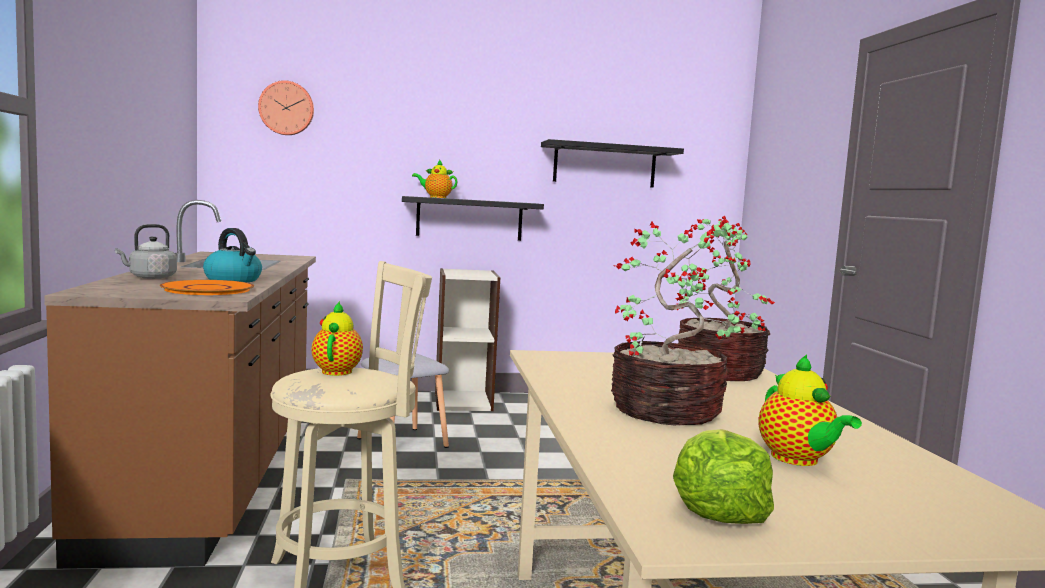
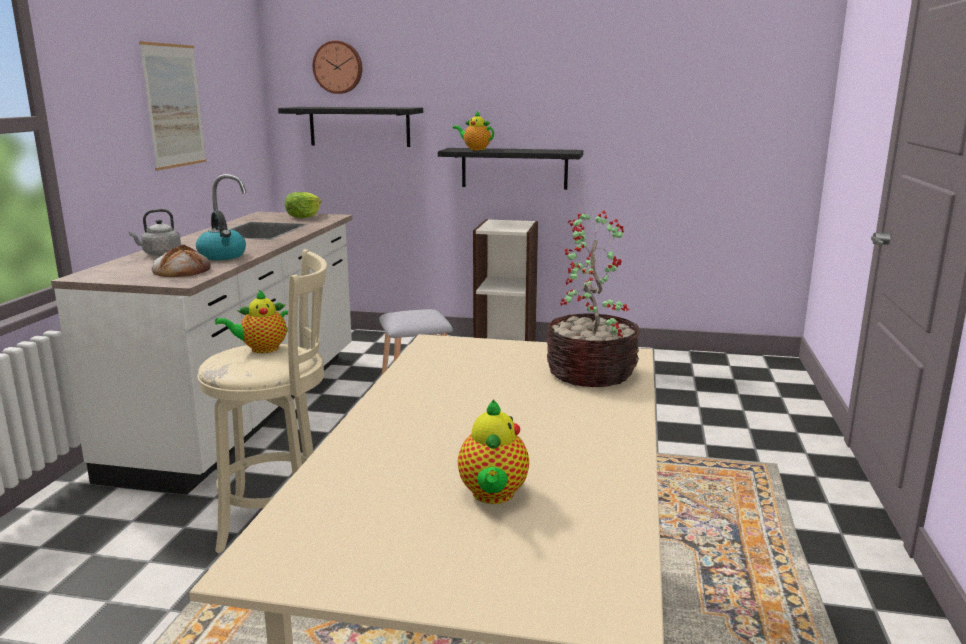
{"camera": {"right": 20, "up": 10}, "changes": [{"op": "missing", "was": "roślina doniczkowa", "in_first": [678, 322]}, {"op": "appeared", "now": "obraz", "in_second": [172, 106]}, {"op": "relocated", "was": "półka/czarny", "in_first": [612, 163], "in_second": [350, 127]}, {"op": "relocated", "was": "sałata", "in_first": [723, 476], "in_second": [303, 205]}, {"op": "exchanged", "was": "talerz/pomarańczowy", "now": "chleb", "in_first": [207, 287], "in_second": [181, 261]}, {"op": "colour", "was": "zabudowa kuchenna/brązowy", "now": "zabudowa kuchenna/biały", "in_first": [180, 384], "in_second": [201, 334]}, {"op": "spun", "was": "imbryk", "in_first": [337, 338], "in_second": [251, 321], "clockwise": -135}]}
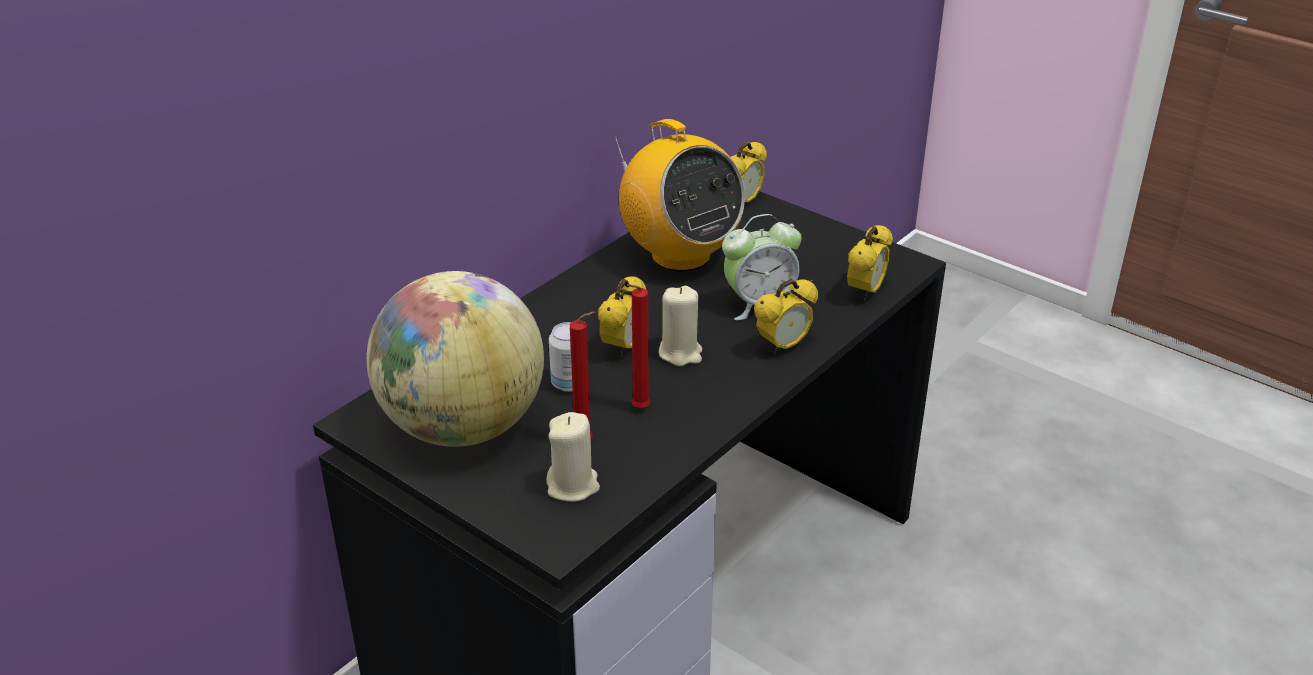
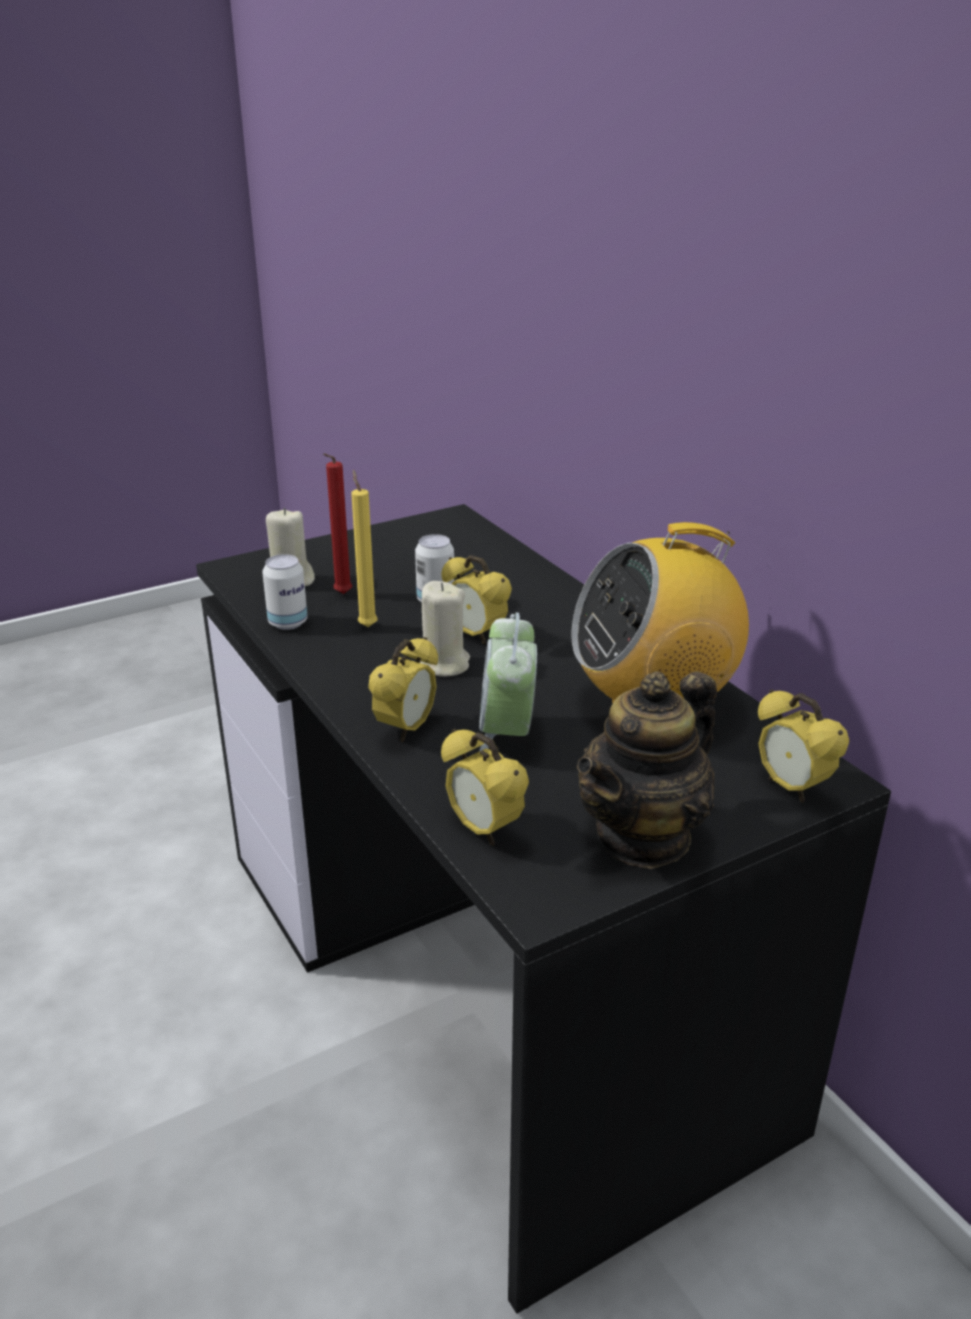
{"camera": {"right": 110, "up": -5}, "changes": [{"op": "missing", "was": "globus", "in_first": [455, 359]}, {"op": "appeared", "now": "puszka", "in_second": [285, 592]}, {"op": "appeared", "now": "imbryk", "in_second": [647, 770]}, {"op": "colour", "was": "świeca/czerwony", "now": "świeca/żółty", "in_first": [638, 346], "in_second": [364, 548]}, {"op": "spun", "was": "budzik", "in_first": [786, 317], "in_second": [403, 689], "clockwise": -135}]}
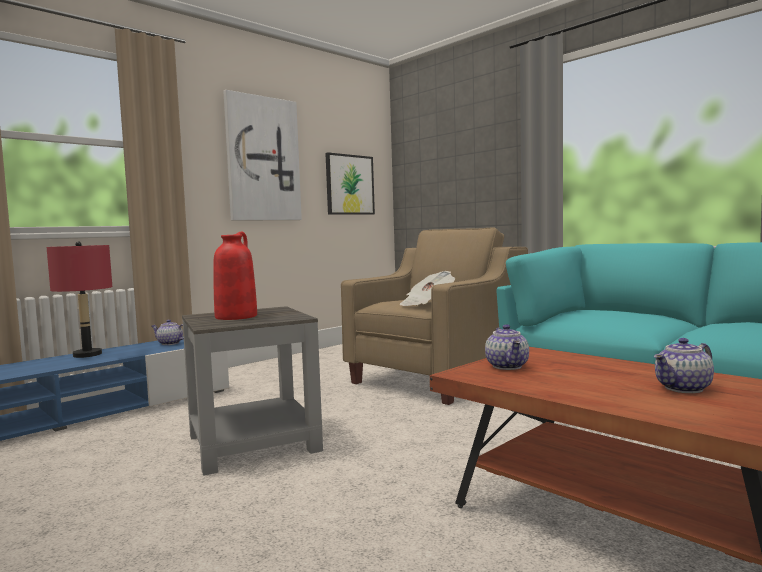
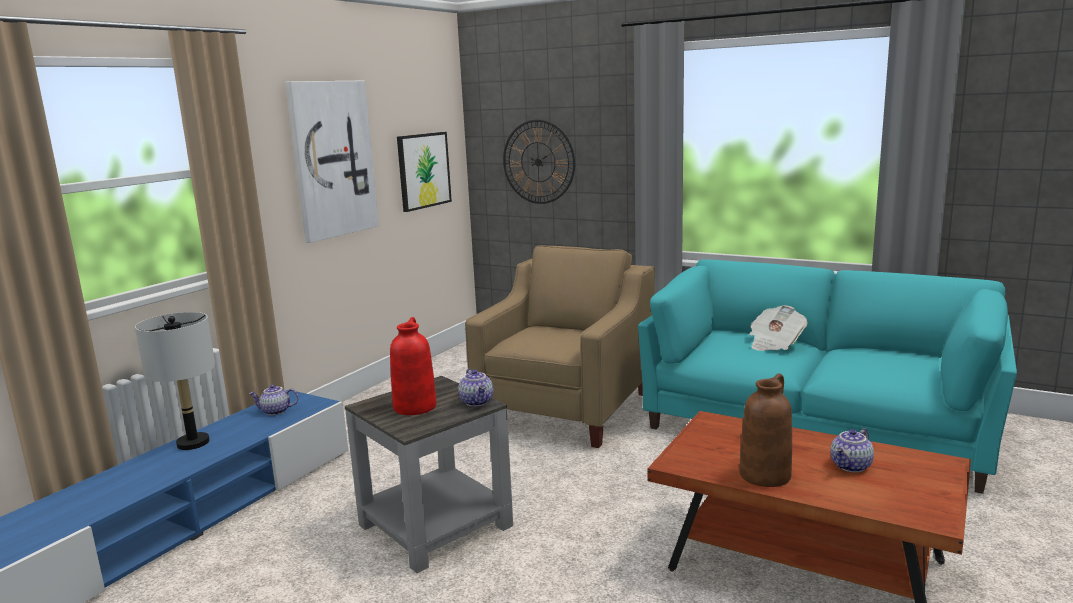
{"camera": {"right": -15, "up": 10}, "changes": [{"op": "appeared", "now": "zegar ścienny", "in_second": [539, 162]}, {"op": "appeared", "now": "wazon/brązowy", "in_second": [765, 430]}, {"op": "relocated", "was": "gazeta", "in_first": [427, 288], "in_second": [779, 328]}, {"op": "relocated", "was": "imbryk", "in_first": [507, 347], "in_second": [476, 388]}, {"op": "colour", "was": "lampa stołowa/czerwony", "now": "lampa stołowa/szary", "in_first": [79, 299], "in_second": [175, 381]}]}
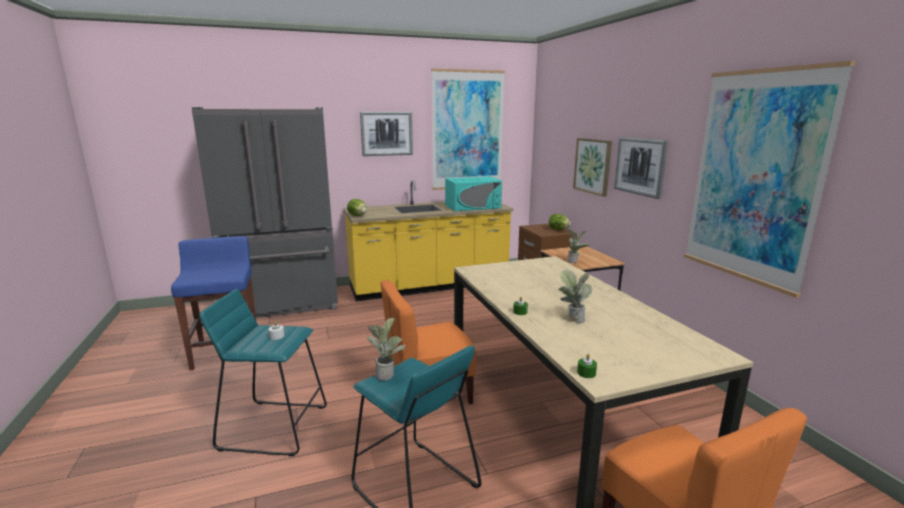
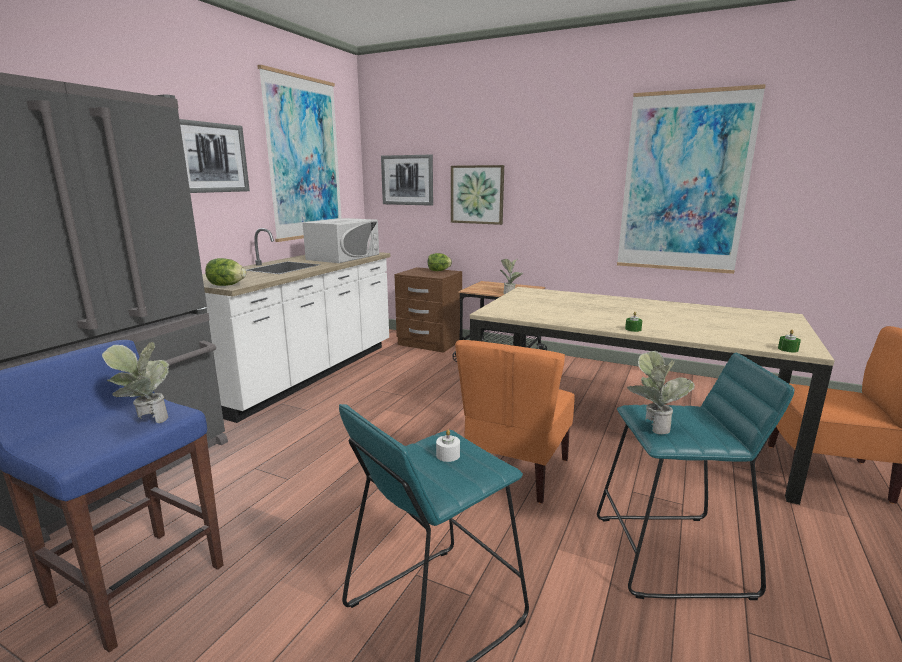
{"camera": {"right": -45, "up": 0}, "changes": [{"op": "relocated", "was": "roślina doniczkowa", "in_first": [575, 296], "in_second": [135, 382]}, {"op": "relocated", "was": "obraz", "in_first": [641, 168], "in_second": [407, 180]}, {"op": "colour", "was": "zabudowa kuchenna/żółty", "now": "zabudowa kuchenna/biały", "in_first": [428, 241], "in_second": [296, 325]}, {"op": "colour", "was": "mikrofalówka/turkusowy", "now": "mikrofalówka/biały", "in_first": [473, 194], "in_second": [341, 240]}]}
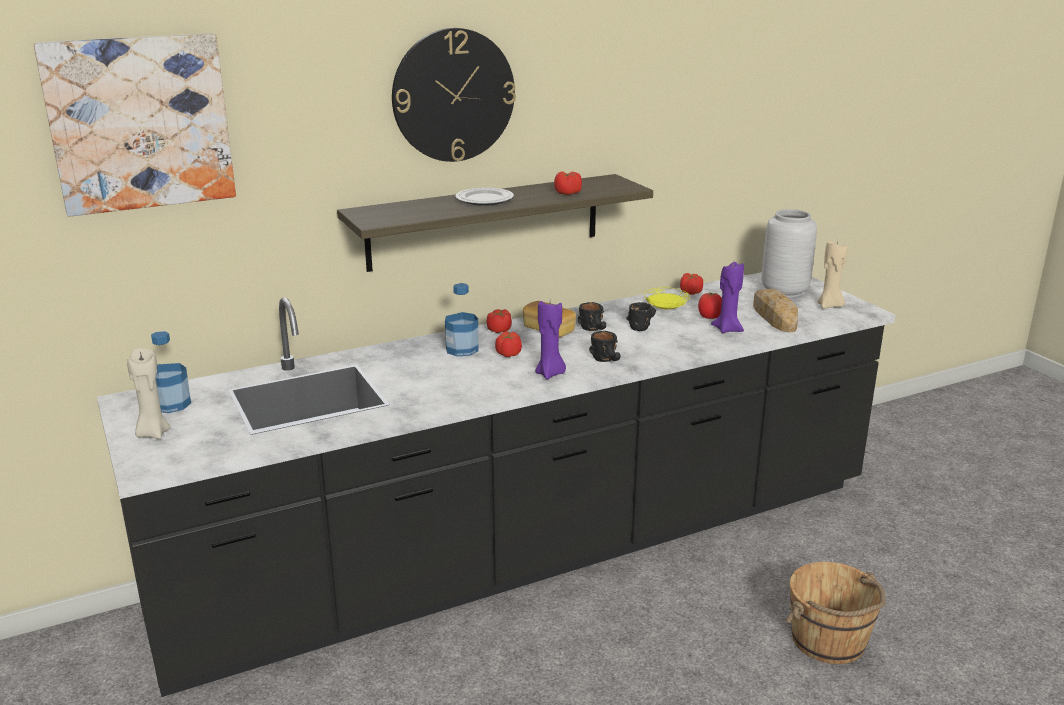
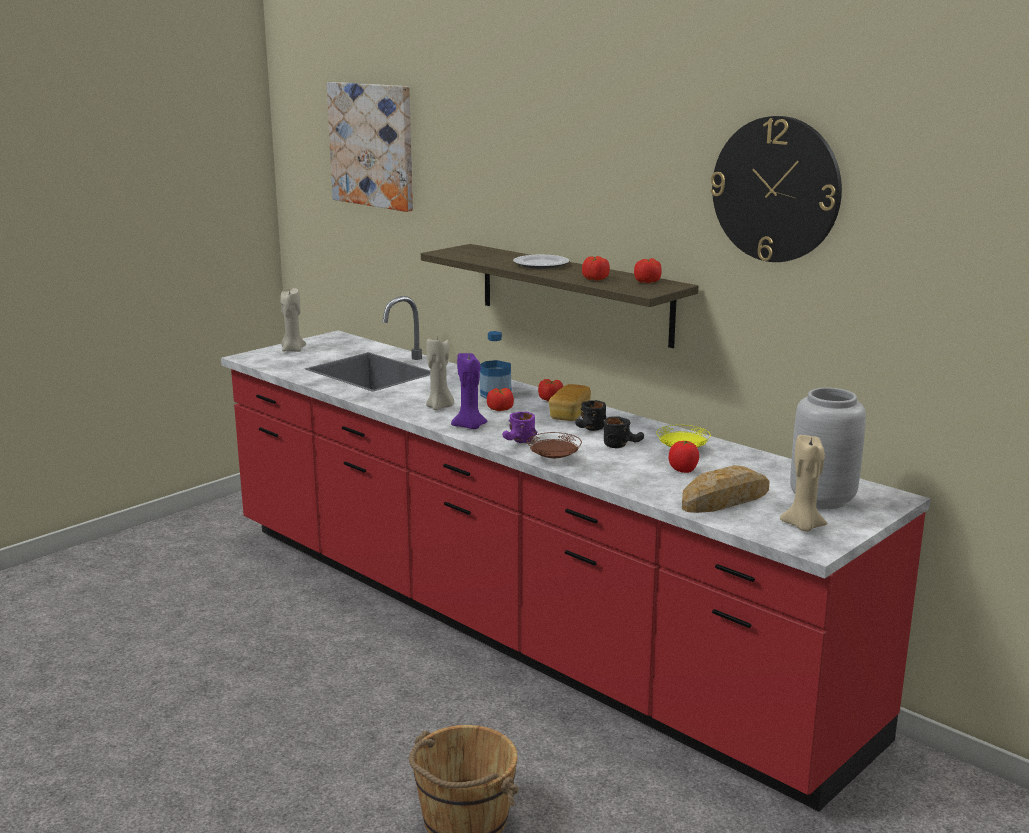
{"camera": {"right": 70, "up": -5}, "changes": [{"op": "missing", "was": "butelka", "in_first": [171, 372]}, {"op": "missing", "was": "świeca/fioletowy", "in_first": [727, 297]}, {"op": "appeared", "now": "świeca/beżowy", "in_second": [440, 372]}, {"op": "appeared", "now": "talerz/brązowy", "in_second": [554, 445]}, {"op": "relocated", "was": "zegar ścienny", "in_first": [454, 95], "in_second": [776, 189]}, {"op": "relocated", "was": "pomidor", "in_first": [691, 284], "in_second": [648, 270]}, {"op": "colour", "was": "zabudowa kuchenna/czarny", "now": "zabudowa kuchenna/czerwony", "in_first": [496, 484], "in_second": [576, 554]}, {"op": "colour", "was": "kubek/czarny", "now": "kubek/fioletowy", "in_first": [604, 346], "in_second": [519, 427]}]}
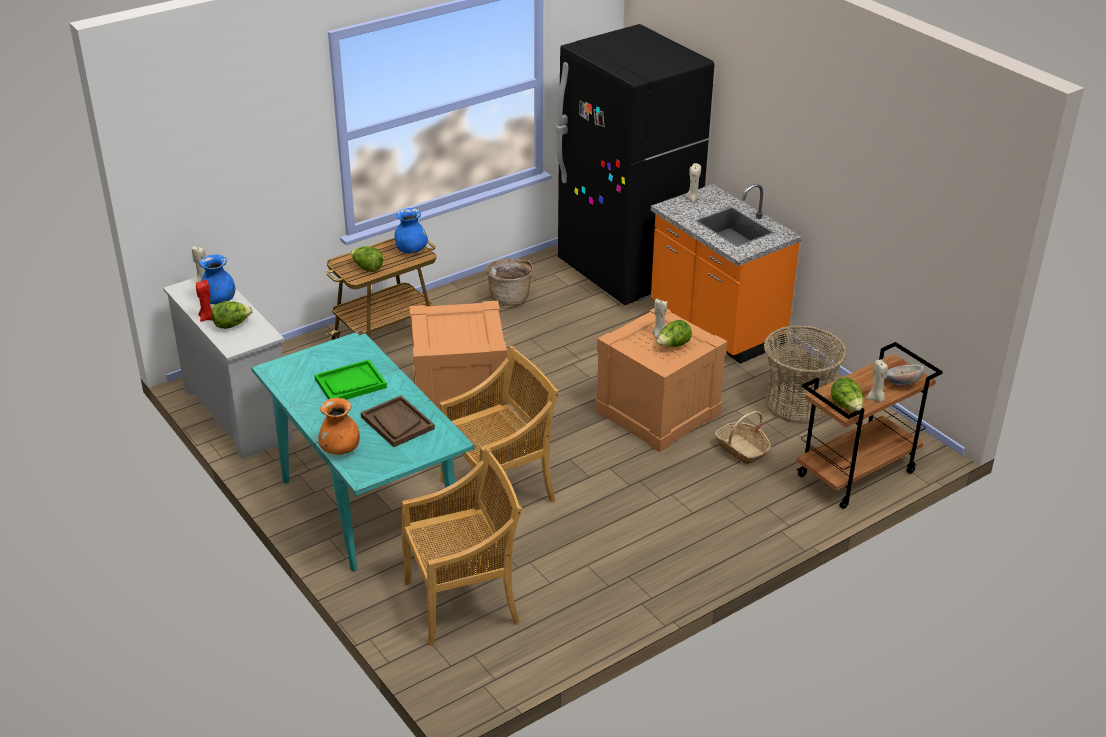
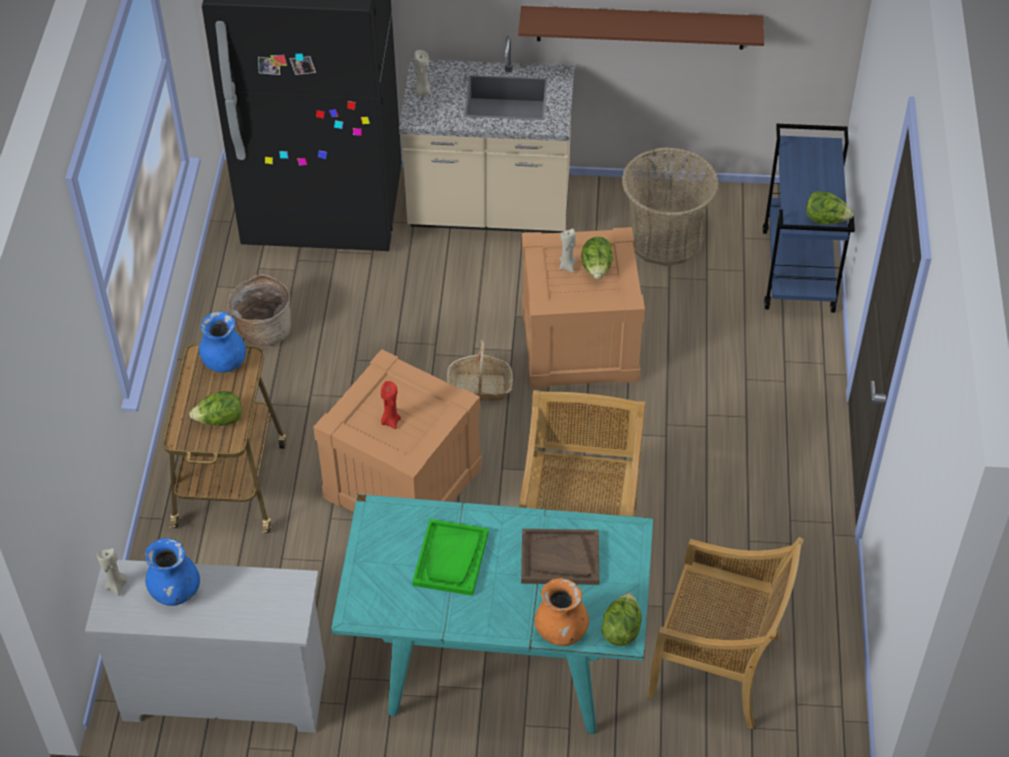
{"camera": {"right": -50, "up": 15}, "changes": [{"op": "missing", "was": "świeca/beżowy", "in_first": [877, 381]}, {"op": "missing", "was": "miska", "in_first": [905, 375]}, {"op": "appeared", "now": "półka/brązowy", "in_second": [641, 28]}, {"op": "relocated", "was": "świeca/czerwony", "in_first": [204, 300], "in_second": [391, 405]}, {"op": "relocated", "was": "sałata", "in_first": [232, 315], "in_second": [622, 619]}, {"op": "relocated", "was": "koszyk", "in_first": [743, 437], "in_second": [480, 370]}, {"op": "colour", "was": "zabudowa kuchenna/pomarańczowy", "now": "zabudowa kuchenna/beżowy", "in_first": [726, 274], "in_second": [486, 134]}, {"op": "colour", "was": "wózek/brązowy", "now": "wózek/niebieski", "in_first": [869, 425], "in_second": [808, 218]}, {"op": "spun", "was": "krzesło/beżowy", "in_first": [462, 547], "in_second": [725, 633], "clockwise": 90}]}
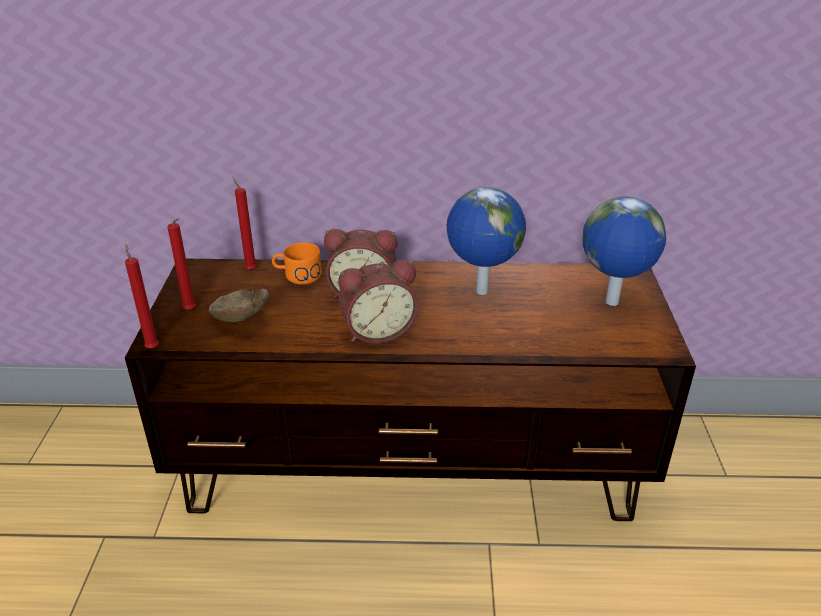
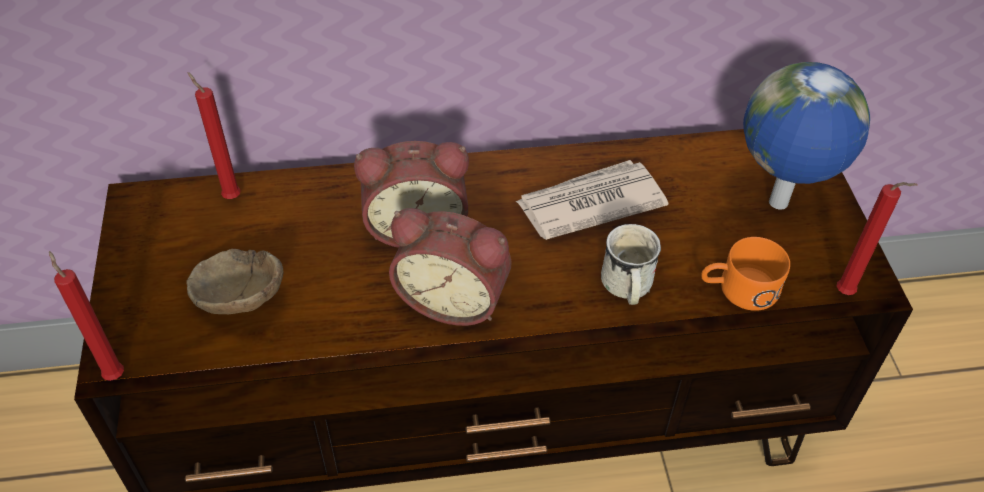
{"camera": {"right": -10, "up": 15}, "changes": [{"op": "appeared", "now": "kubek/biały", "in_second": [631, 264]}, {"op": "relocated", "was": "świeca/czerwony", "in_first": [181, 264], "in_second": [877, 238]}, {"op": "relocated", "was": "kubek/pomarańczowy", "in_first": [297, 264], "in_second": [745, 274]}, {"op": "exchanged", "was": "globus", "now": "gazeta", "in_first": [486, 241], "in_second": [591, 200]}, {"op": "spun", "was": "budzik", "in_first": [378, 302], "in_second": [450, 267], "clockwise": 45}]}
